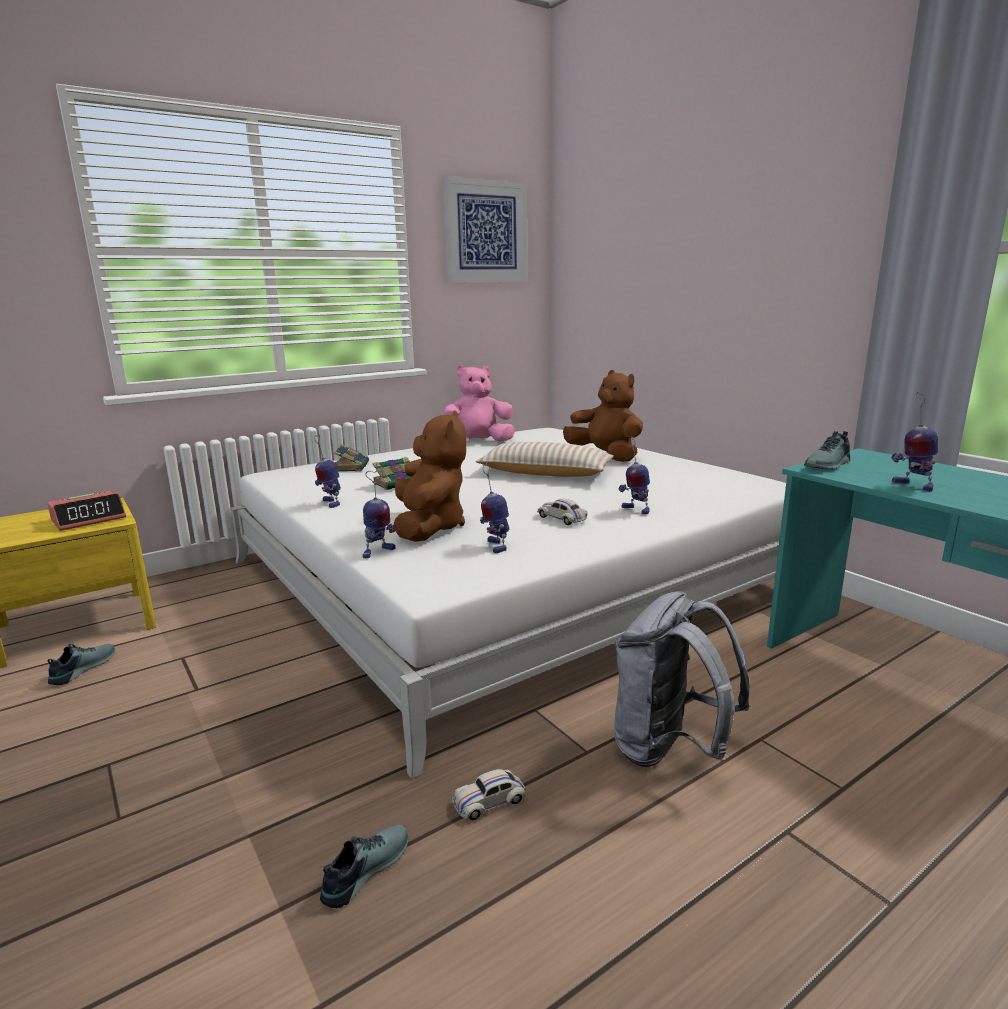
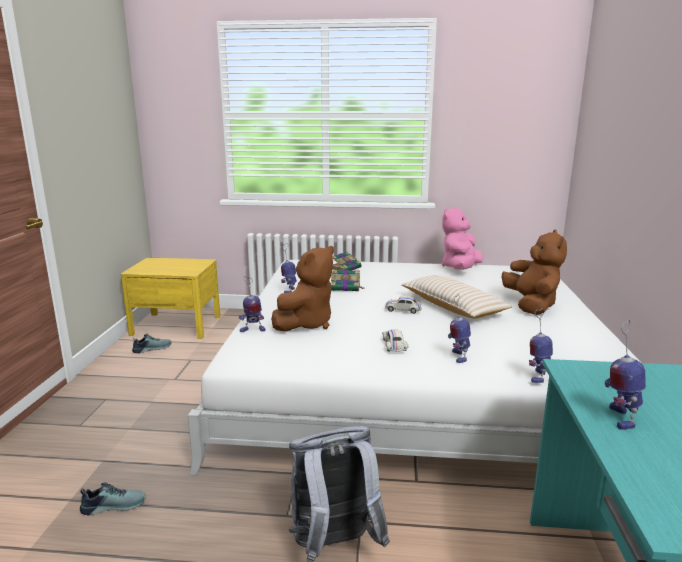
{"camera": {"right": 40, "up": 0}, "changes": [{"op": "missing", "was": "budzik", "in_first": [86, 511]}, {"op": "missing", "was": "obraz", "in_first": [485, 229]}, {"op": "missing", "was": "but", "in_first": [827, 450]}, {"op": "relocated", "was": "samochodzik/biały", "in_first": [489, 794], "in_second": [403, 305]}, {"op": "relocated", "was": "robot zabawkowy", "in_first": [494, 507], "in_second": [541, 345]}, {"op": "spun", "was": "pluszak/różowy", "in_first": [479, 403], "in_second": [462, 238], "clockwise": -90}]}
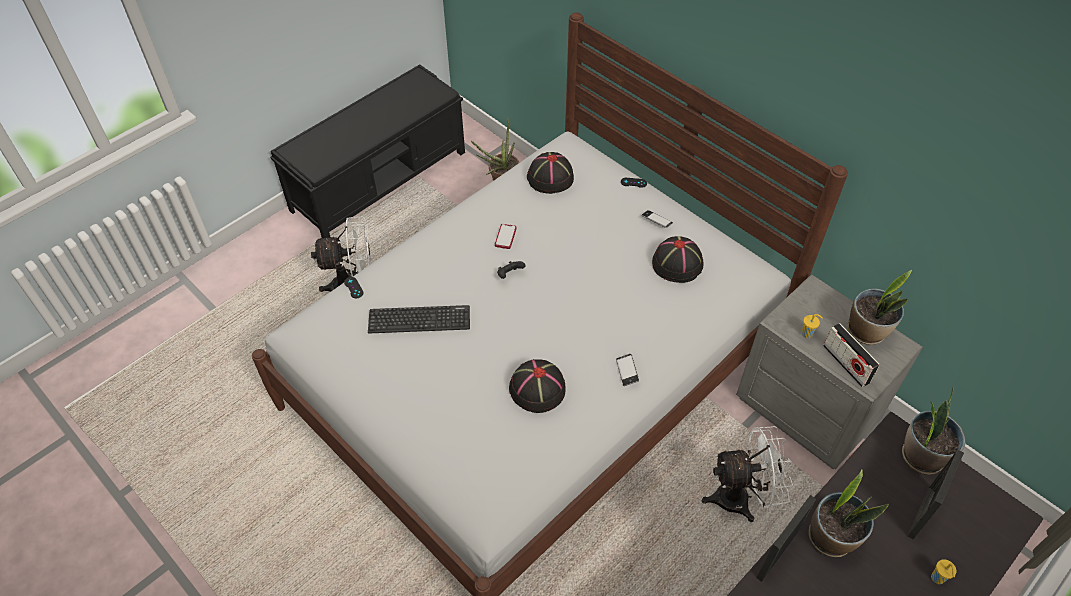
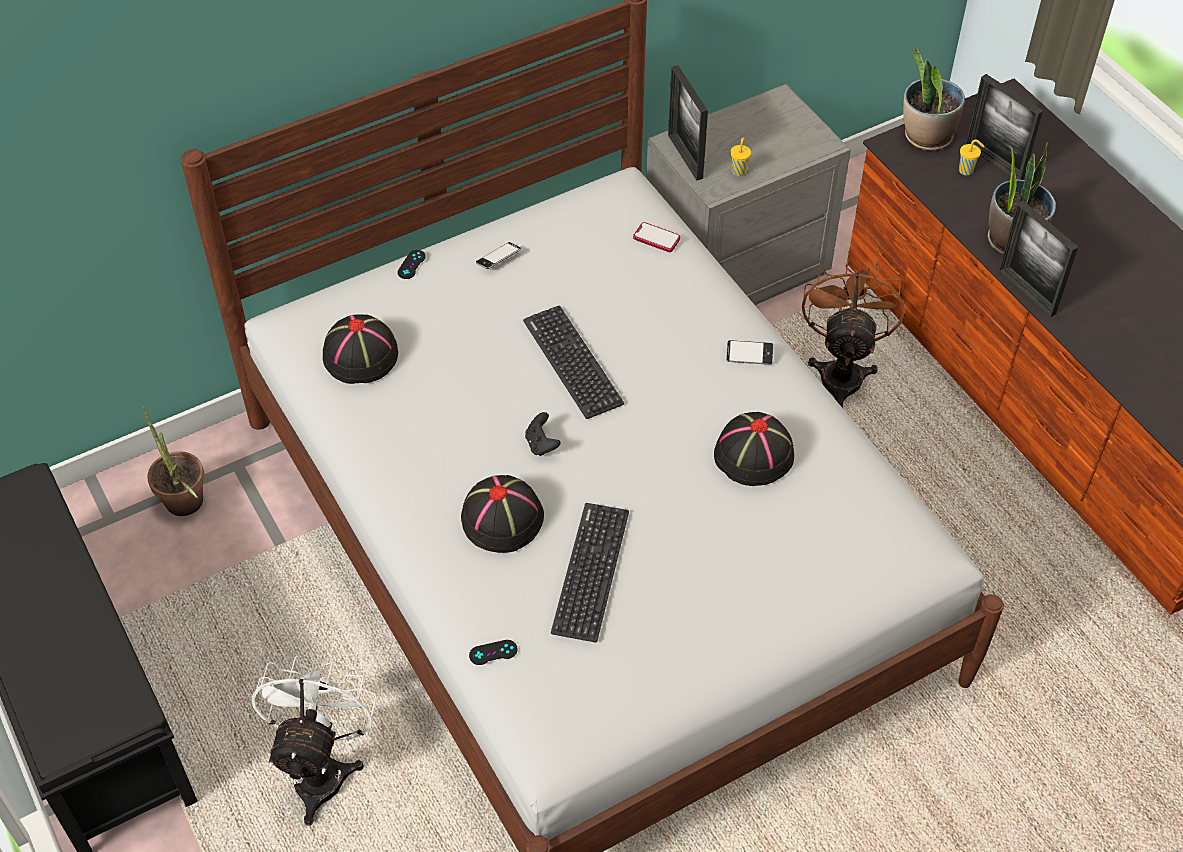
{"camera": {"right": -75, "up": 0}, "changes": [{"op": "missing", "was": "radio", "in_first": [851, 355]}, {"op": "missing", "was": "roślina doniczkowa", "in_first": [880, 307]}, {"op": "appeared", "now": "klawiatura", "in_second": [573, 362]}, {"op": "appeared", "now": "ramka na zdjęcie", "in_second": [688, 123]}, {"op": "relocated", "was": "telefon", "in_first": [506, 236], "in_second": [656, 237]}, {"op": "relocated", "was": "kapelusz/czarny", "in_first": [678, 259], "in_second": [502, 514]}, {"op": "relocated", "was": "filiżanka/żółty", "in_first": [943, 571], "in_second": [971, 157]}, {"op": "colour", "was": "wentylator/biały", "now": "wentylator/brązowy", "in_first": [747, 474], "in_second": [853, 333]}]}
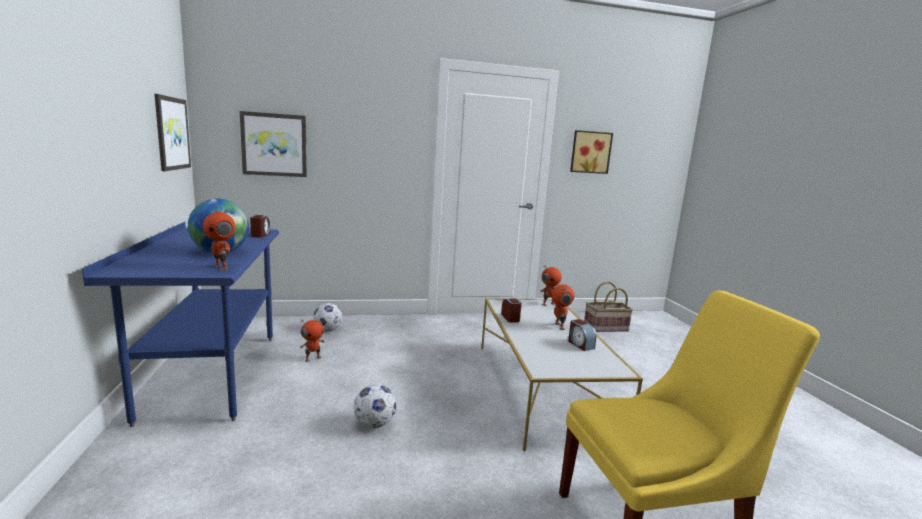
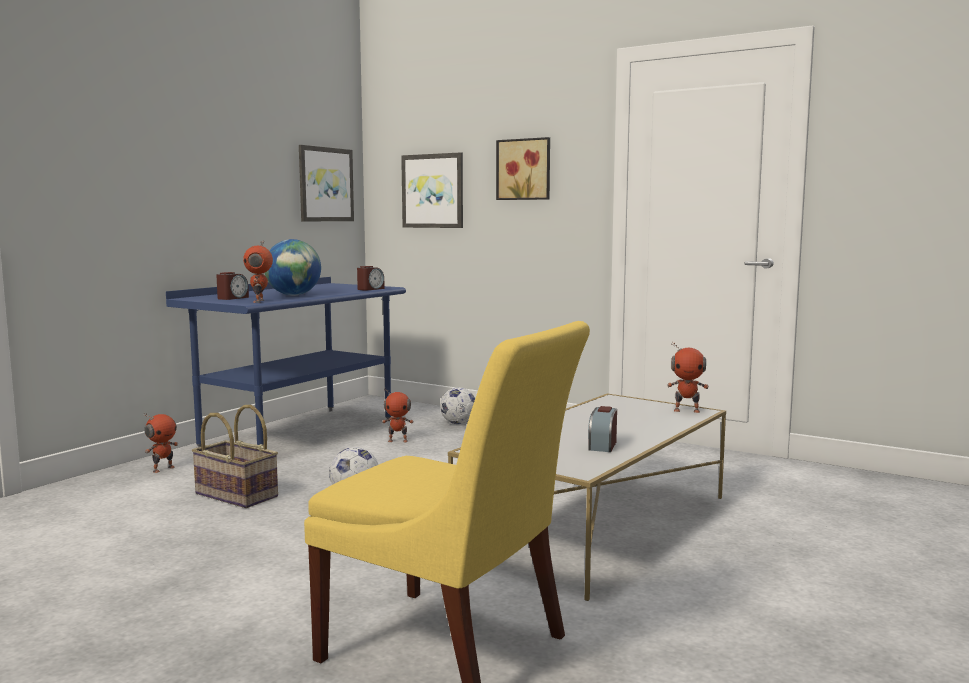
{"camera": {"right": 45, "up": -5}, "changes": [{"op": "relocated", "was": "budzik", "in_first": [511, 311], "in_second": [232, 286]}, {"op": "relocated", "was": "robot zabawkowy", "in_first": [562, 307], "in_second": [161, 442]}, {"op": "relocated", "was": "obraz", "in_first": [591, 152], "in_second": [523, 168]}, {"op": "relocated", "was": "koszyk", "in_first": [608, 307], "in_second": [235, 456]}]}
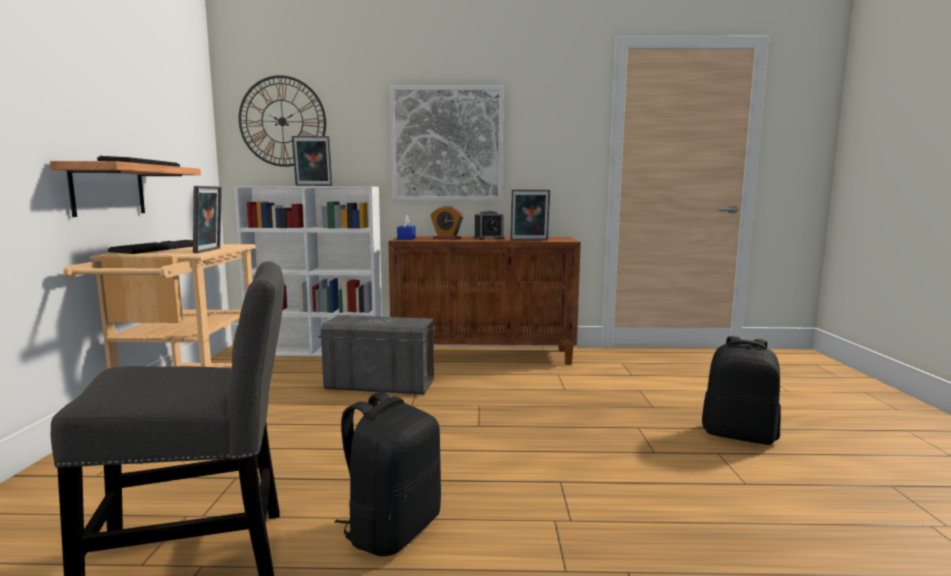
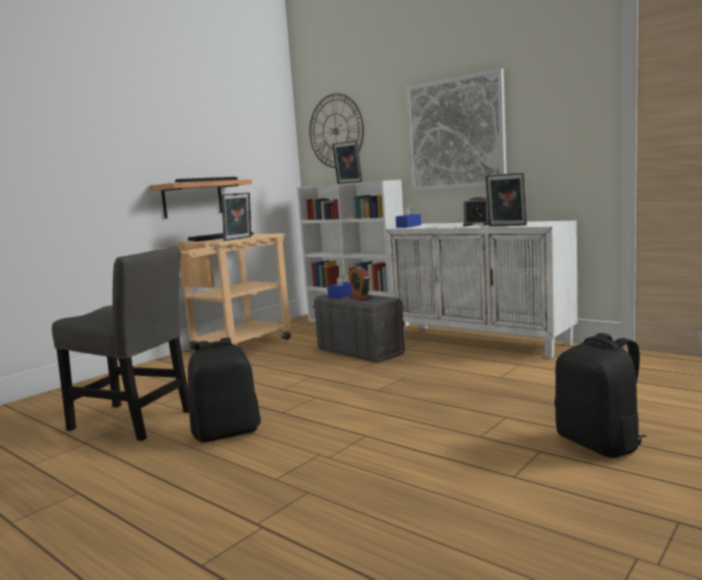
{"camera": {"right": 40, "up": 0}, "changes": [{"op": "appeared", "now": "pudełko chusteczek/niebieski", "in_second": [340, 286]}, {"op": "relocated", "was": "budzik", "in_first": [447, 223], "in_second": [360, 283]}, {"op": "colour", "was": "szafka/brązowy", "now": "szafka/biały", "in_first": [484, 300], "in_second": [482, 290]}]}
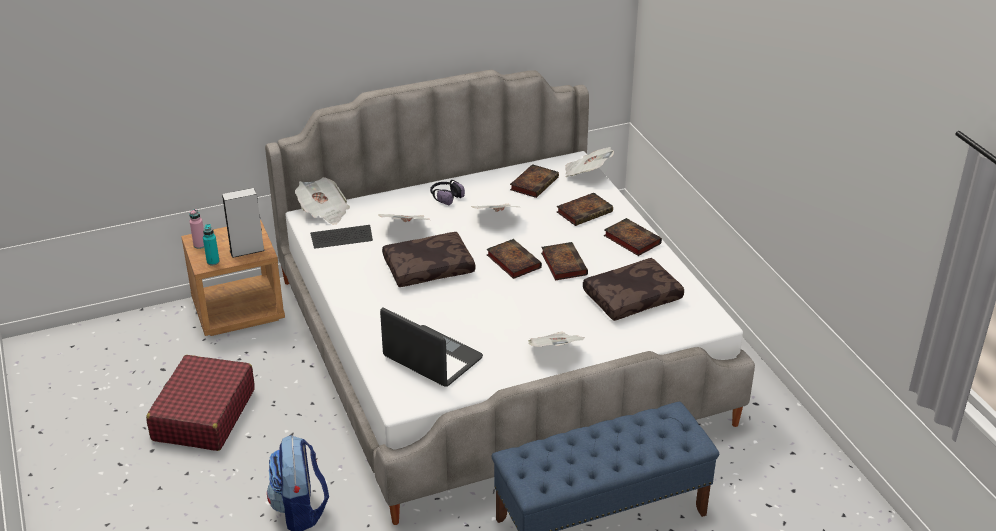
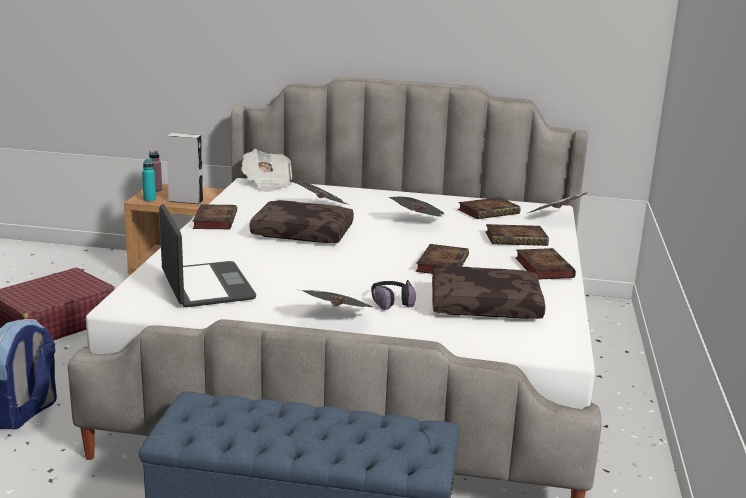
{"camera": {"right": 30, "up": -15}, "changes": [{"op": "missing", "was": "klawiatura", "in_first": [341, 237]}, {"op": "relocated", "was": "słuchawki", "in_first": [447, 192], "in_second": [393, 295]}, {"op": "relocated", "was": "książka", "in_first": [514, 259], "in_second": [215, 216]}]}
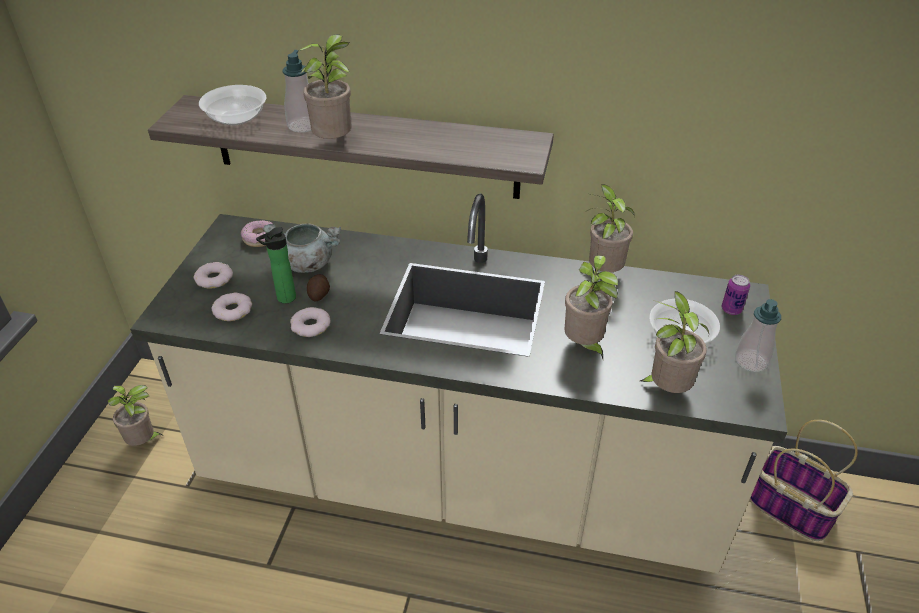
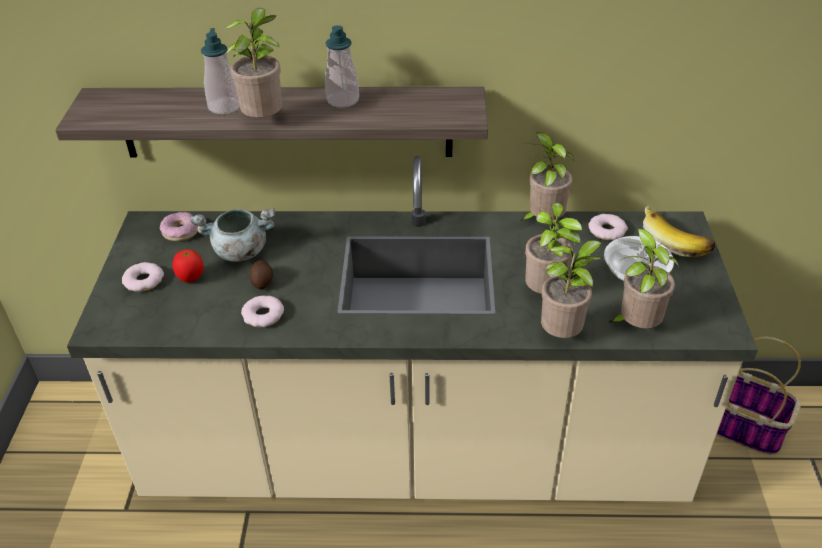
{"camera": {"right": -10, "up": 0}, "changes": [{"op": "missing", "was": "miska", "in_first": [233, 105]}, {"op": "missing", "was": "butelka", "in_first": [276, 265]}, {"op": "appeared", "now": "pomidor", "in_second": [188, 266]}, {"op": "relocated", "was": "roślina doniczkowa", "in_first": [136, 415], "in_second": [571, 289]}, {"op": "relocated", "was": "donut", "in_first": [232, 307], "in_second": [608, 227]}, {"op": "relocated", "was": "dozownik mydła", "in_first": [758, 335], "in_second": [342, 66]}, {"op": "exchanged", "was": "puszka", "now": "banan", "in_first": [735, 295], "in_second": [679, 231]}]}
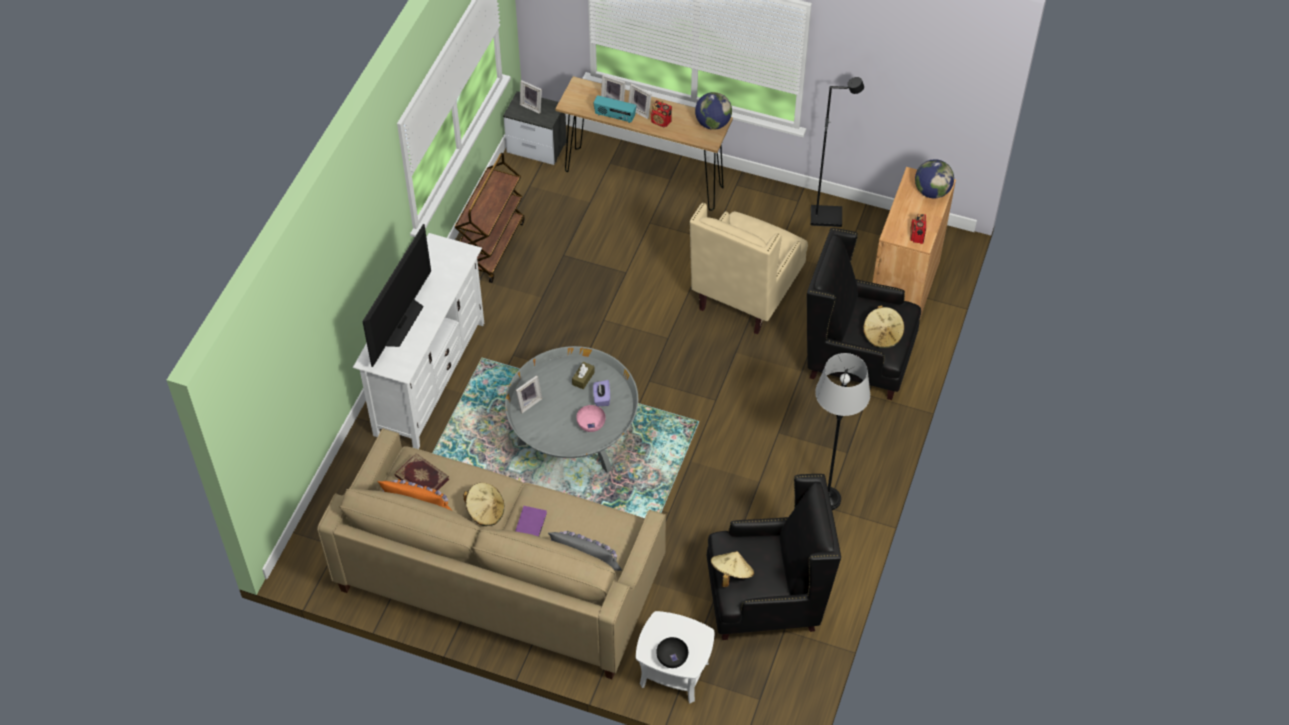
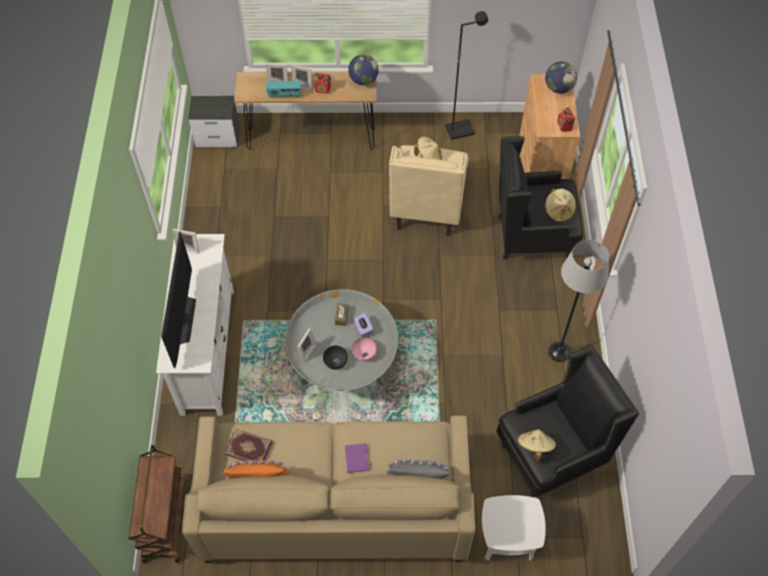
{"camera": {"right": -20, "up": 5}, "changes": [{"op": "relocated", "was": "wózek/brązowy", "in_first": [490, 218], "in_second": [158, 504]}, {"op": "relocated", "was": "kapelusz/beżowy", "in_first": [483, 504], "in_second": [428, 148]}, {"op": "relocated", "was": "ramka na zdjęcie", "in_first": [531, 97], "in_second": [186, 241]}, {"op": "relocated", "was": "miska/czarny", "in_first": [672, 652], "in_second": [335, 358]}]}
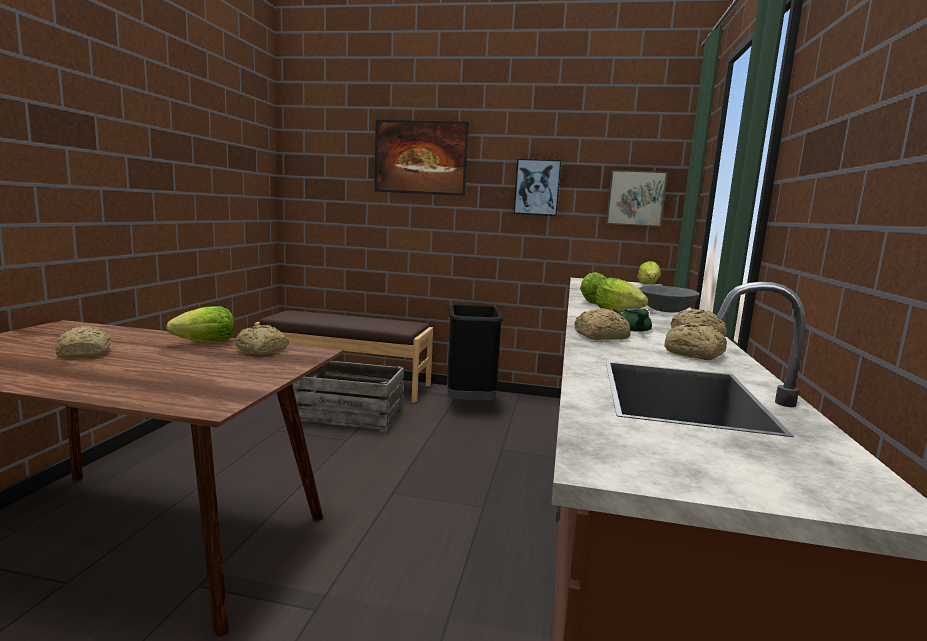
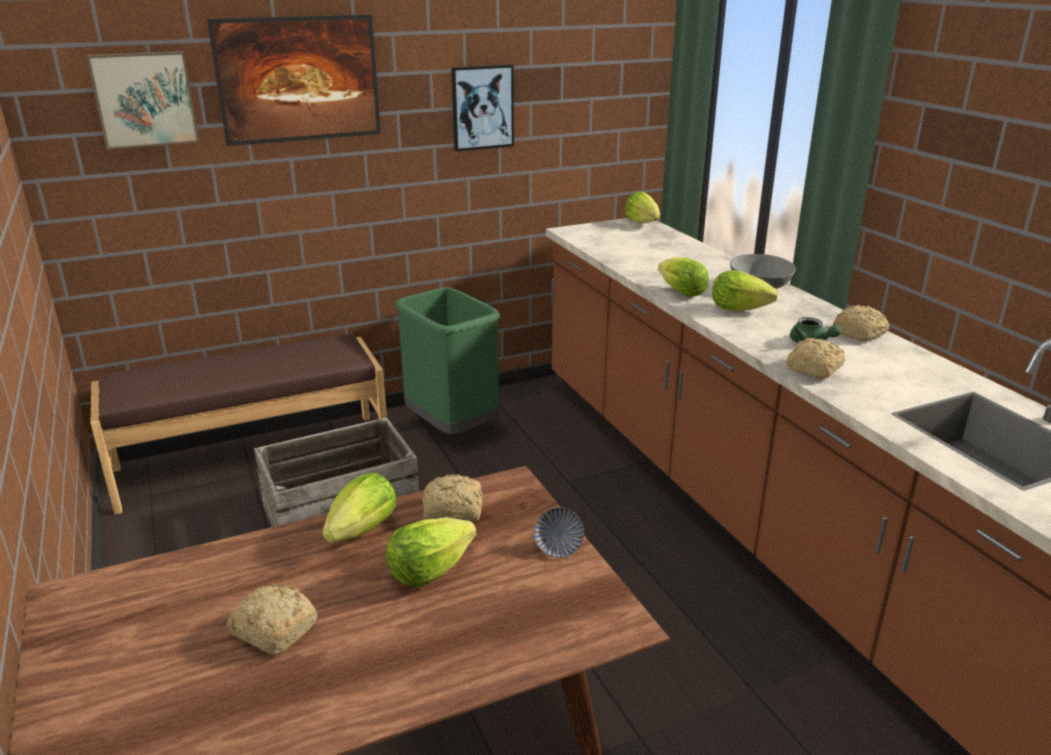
{"camera": {"right": -35, "up": 15}, "changes": [{"op": "missing", "was": "chleb", "in_first": [695, 341]}, {"op": "appeared", "now": "sałata", "in_second": [431, 552]}, {"op": "appeared", "now": "miska", "in_second": [559, 533]}, {"op": "relocated", "was": "obraz", "in_first": [637, 198], "in_second": [142, 100]}, {"op": "colour", "was": "kosz na śmieci/czarny", "now": "kosz na śmieci/zielony", "in_first": [475, 352], "in_second": [448, 360]}]}
